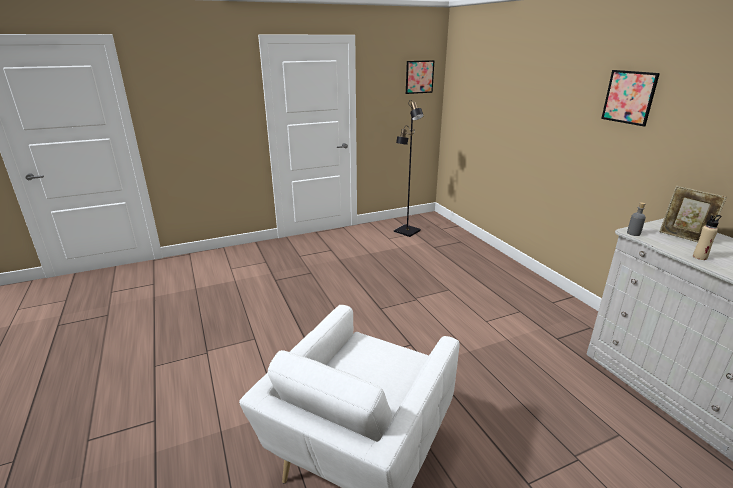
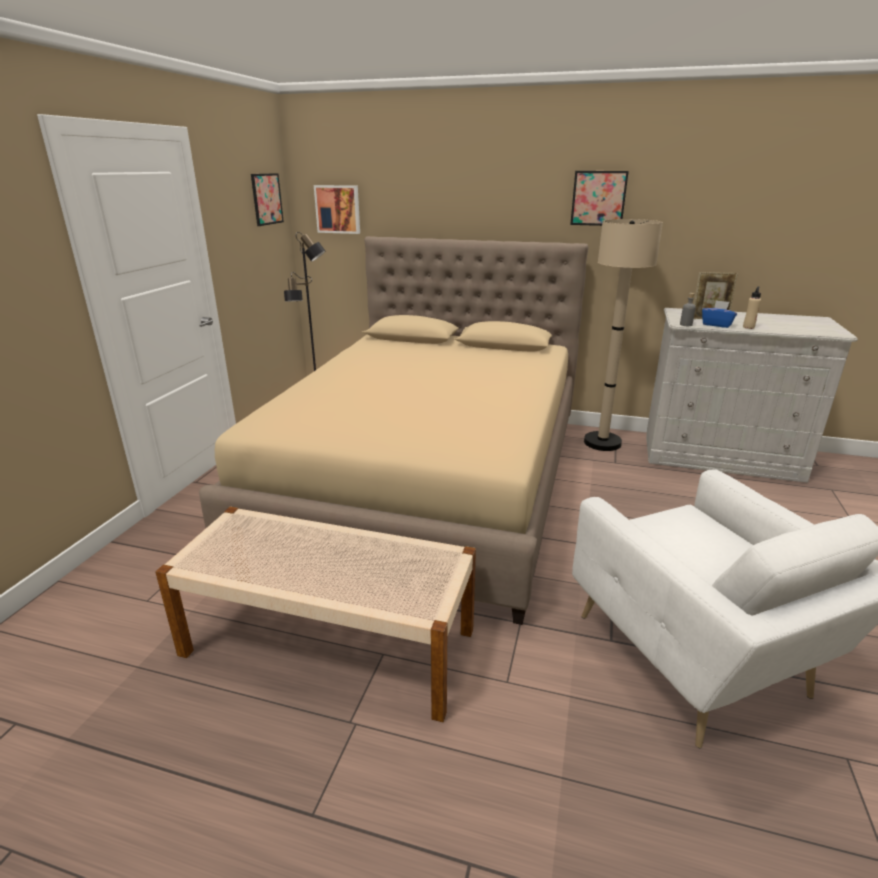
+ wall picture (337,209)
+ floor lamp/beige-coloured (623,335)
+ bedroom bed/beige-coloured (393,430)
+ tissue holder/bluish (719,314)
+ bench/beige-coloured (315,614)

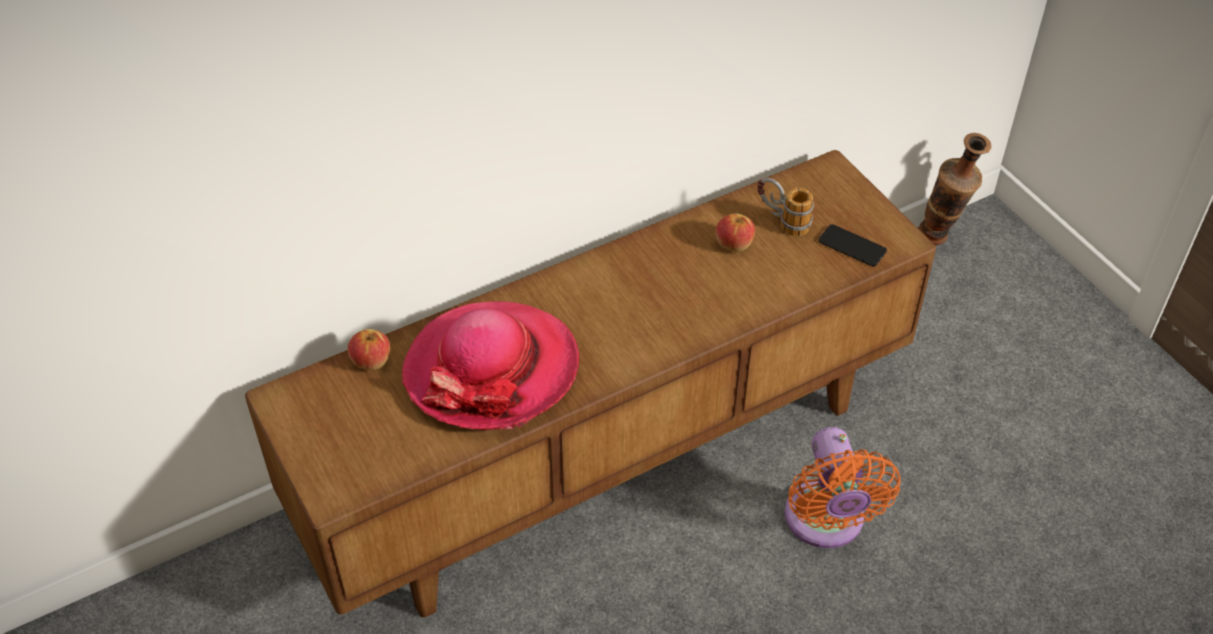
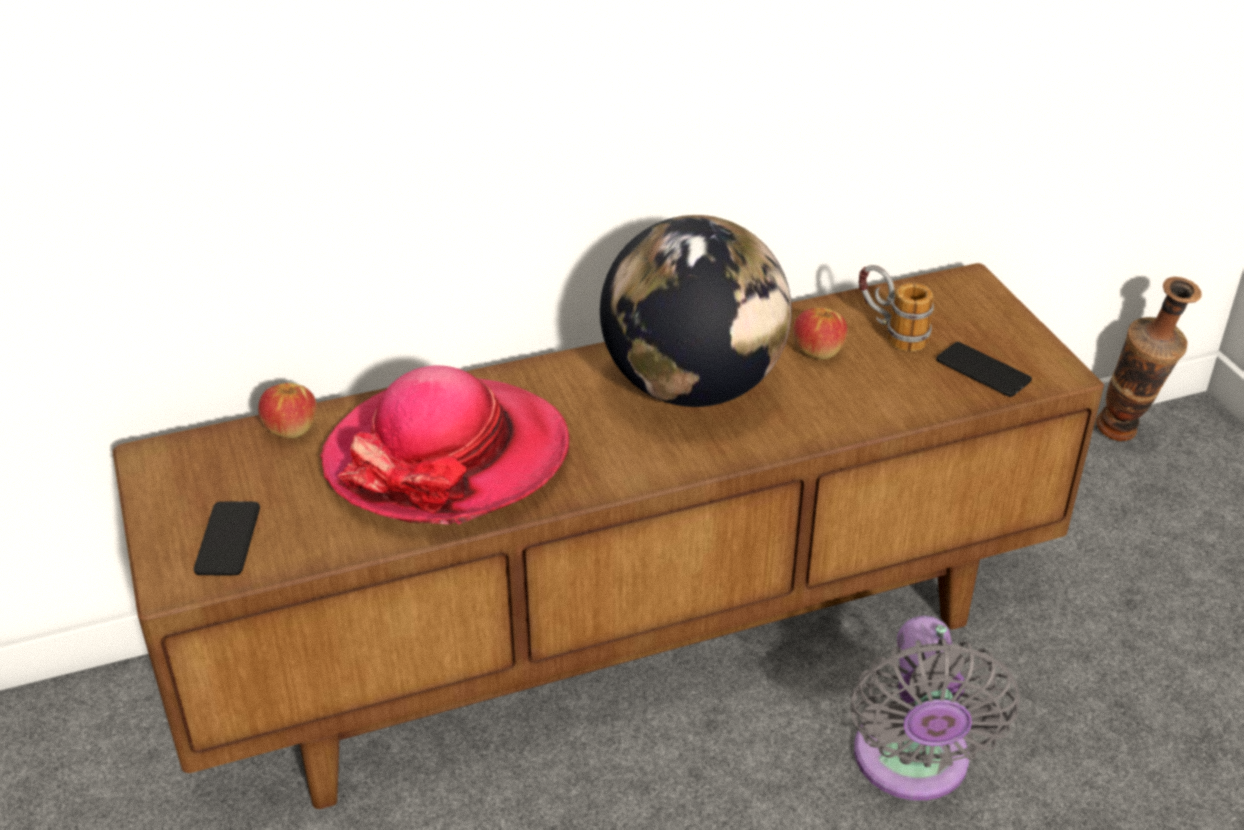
~ electric fan/orangey (843,487) to electric fan/grey (935,708)
+ world globe (696,311)
+ handset (227,538)

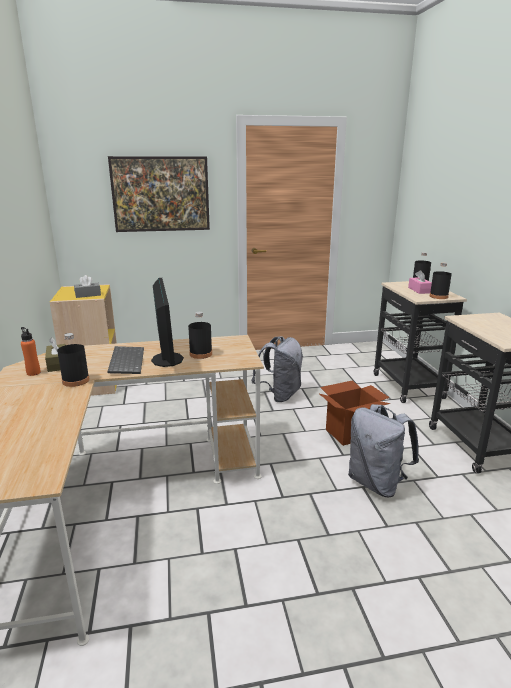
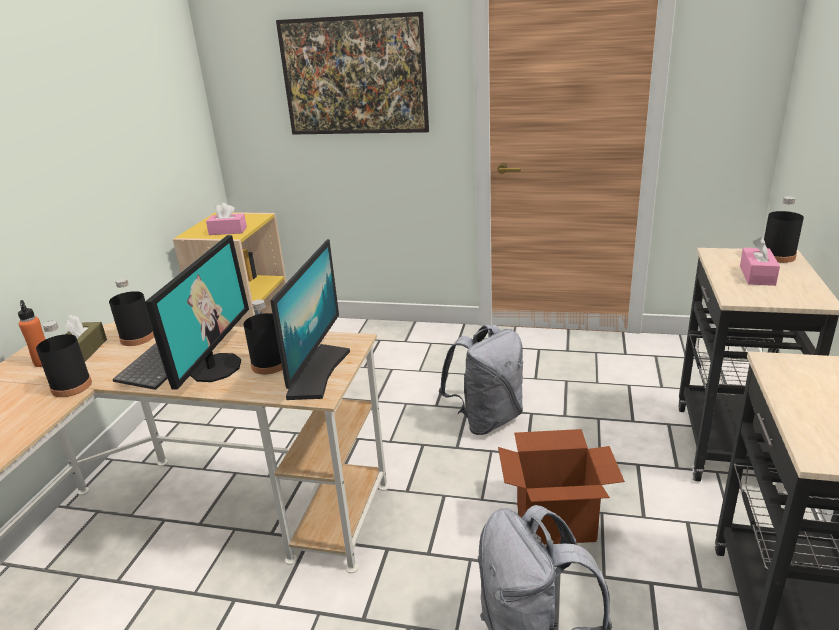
~ beverage bottle/black (441,280) to (131,312)
~ tissue holder/grey (87,286) to tissue holder/pinkish (226,219)
+ monitor (310,319)

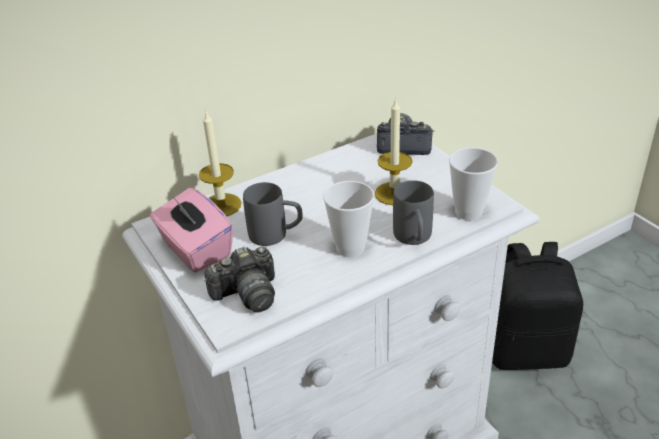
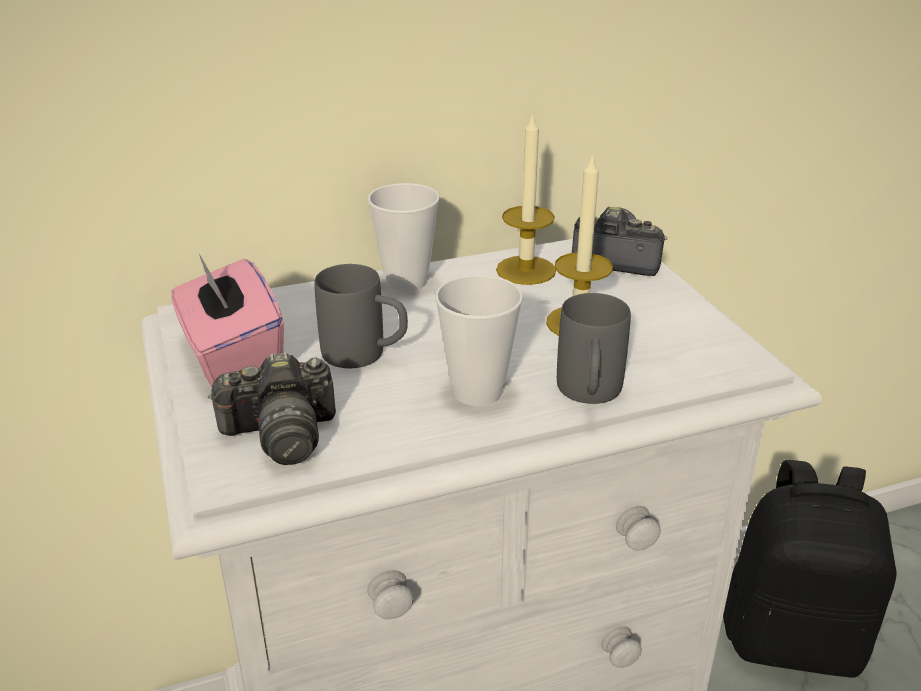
~ wax light (220,164) to (526,198)
~ drinking cup (473,183) to (404,237)

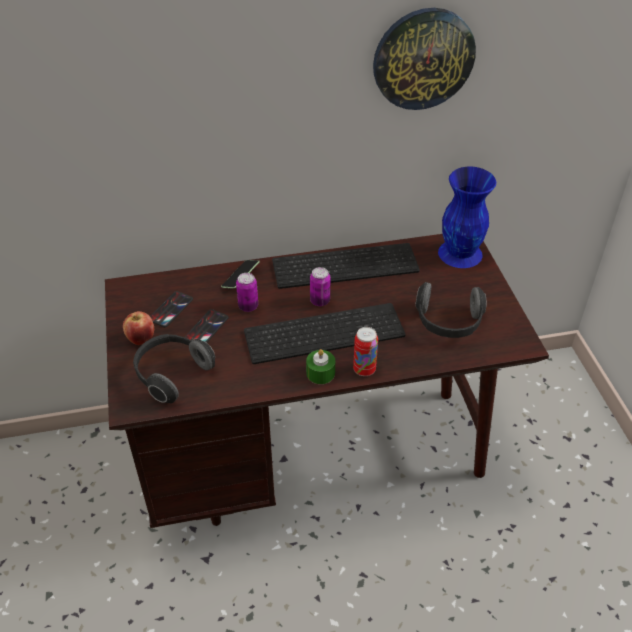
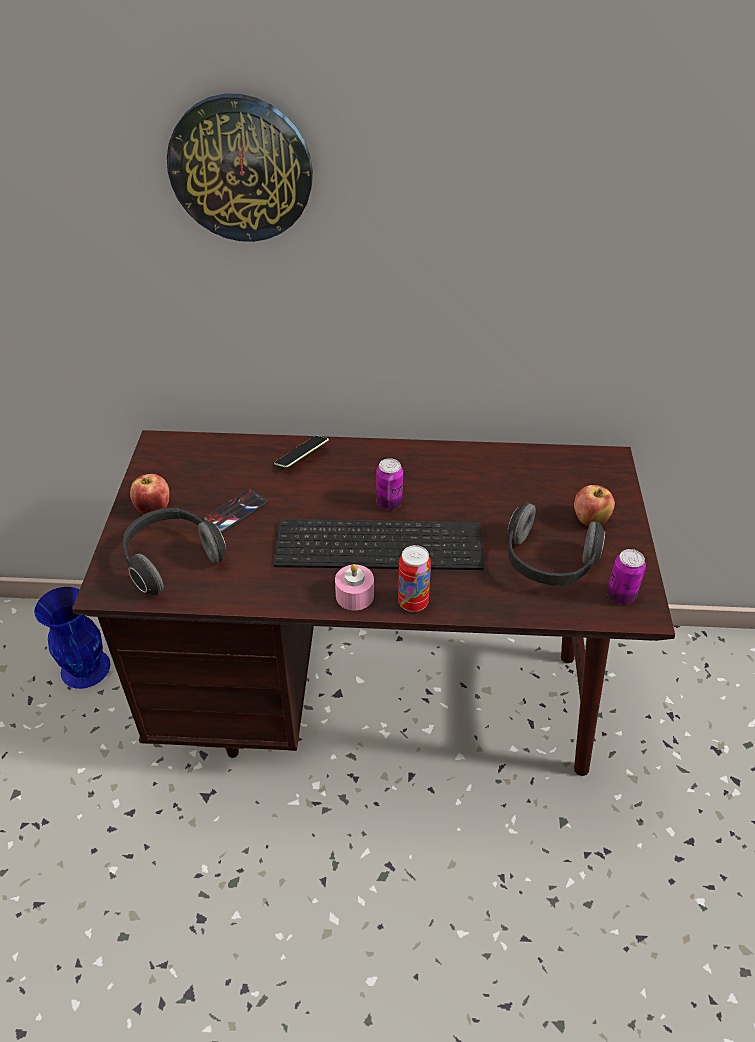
~ clock on the wall (424,59) to (240,168)
~ flower vase/bluish (467,217) to (72,638)
- keyboard (346,266)
~ metal can (247,292) to (626,576)
- handset (171,309)
~ wax light/green (320,366) to wax light/pinkish (354,587)
+ apple fruit (594,505)

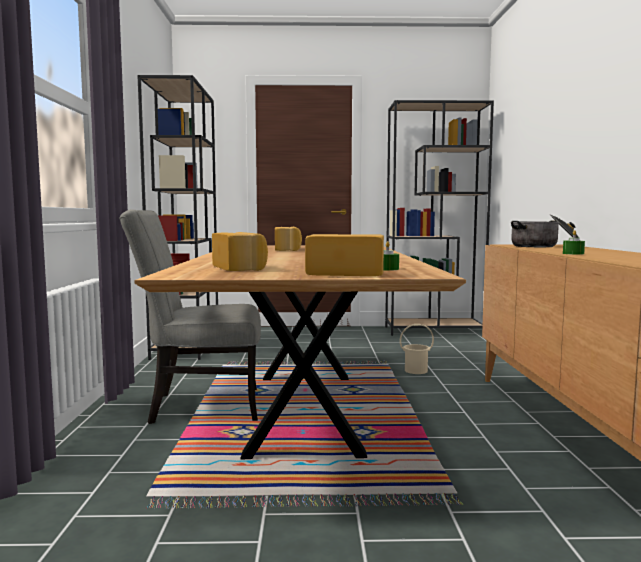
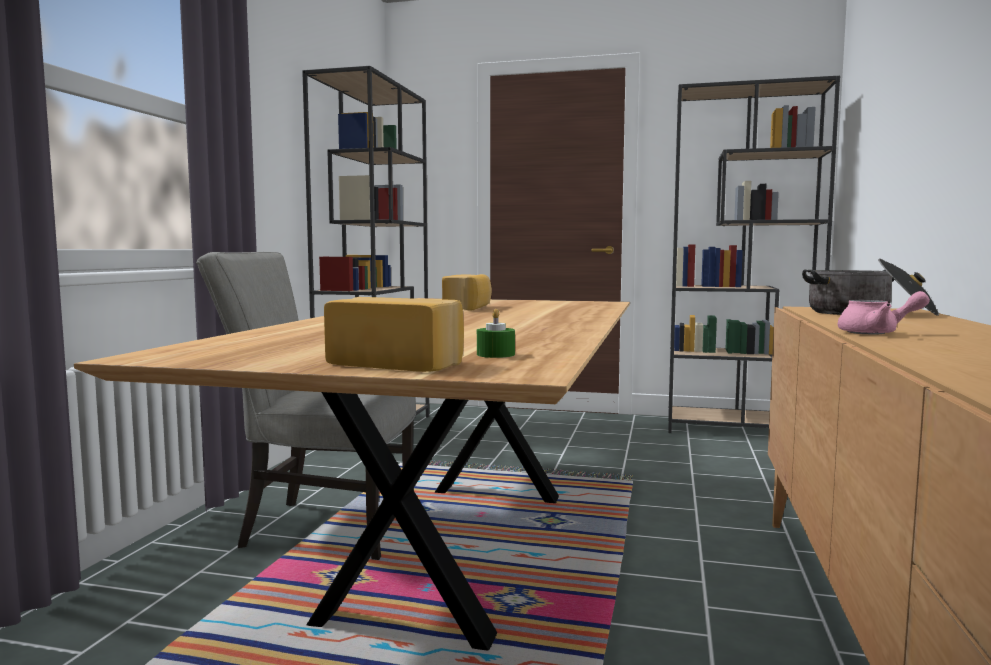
~ wax light/green (574,242) to teapot/pinkish (884,313)
- bread (240,251)
- water bucket/beige-coloured (417,349)

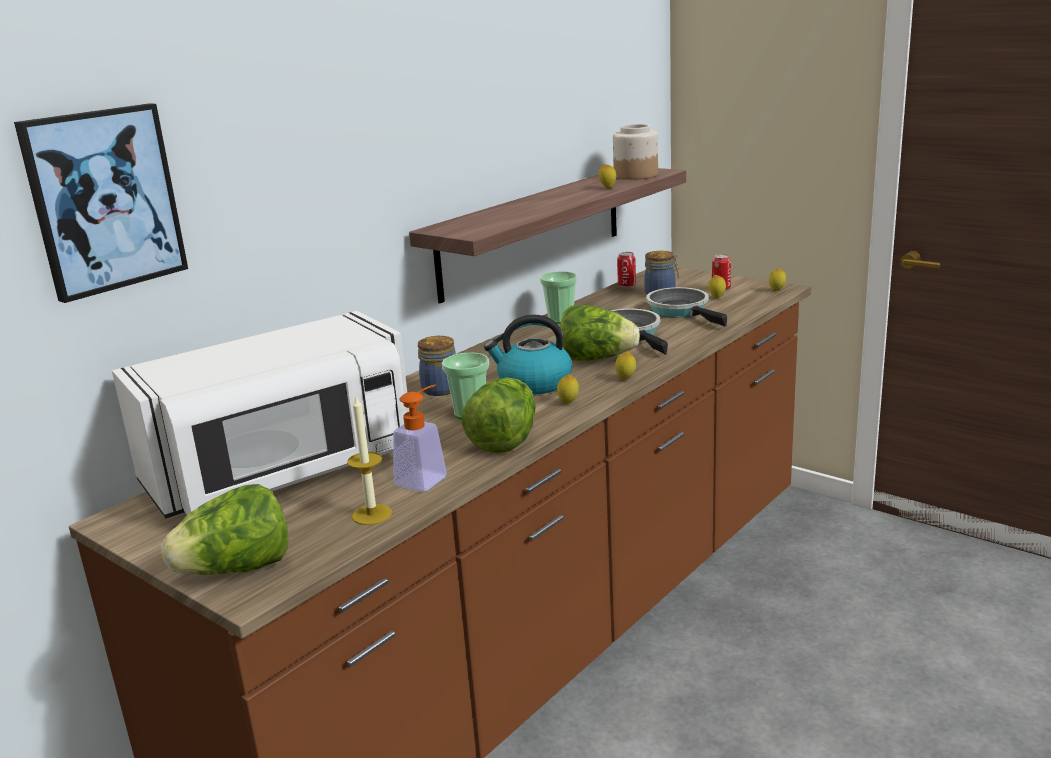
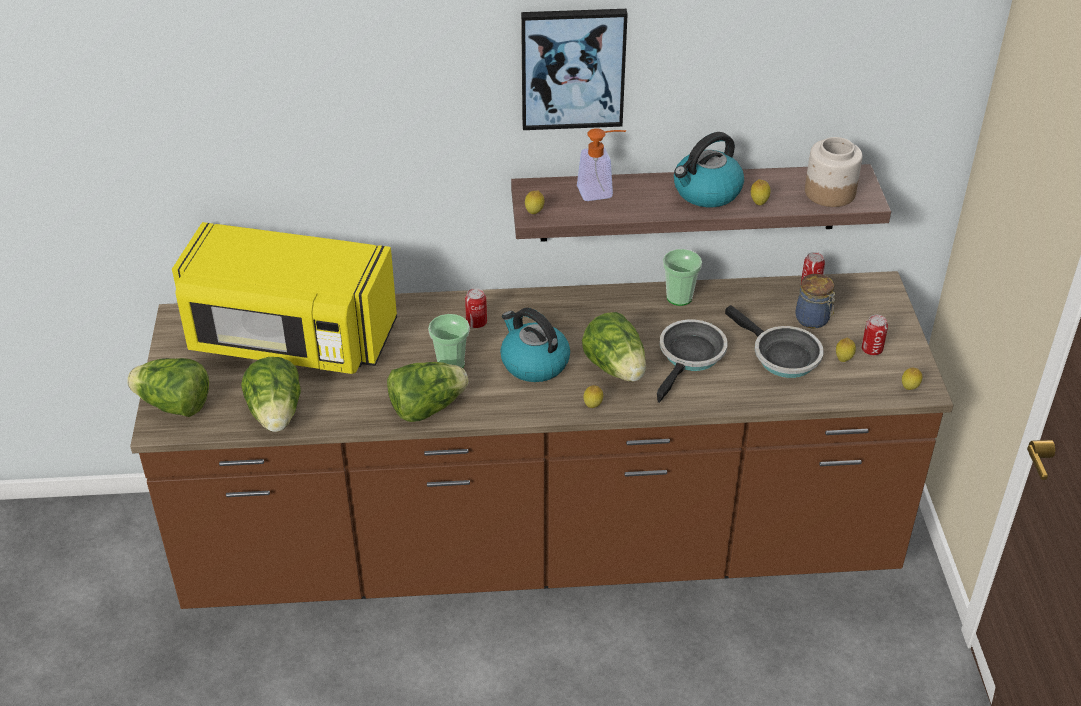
~ wall picture (101,203) to (574,69)
~ pan (686,306) = (774,341) 120 degrees clockwise
~ microwave oven/whitish (260,414) to microwave oven/yellow-coloured (284,298)
~ storage jar (437,366) to metal can (476,308)
~ lemon (568,389) to (534,202)
~ liquid soap bottle (420,438) to (601,164)
~ wax light (369,461) to lettuce head (271,394)
+ water kettle (709,169)

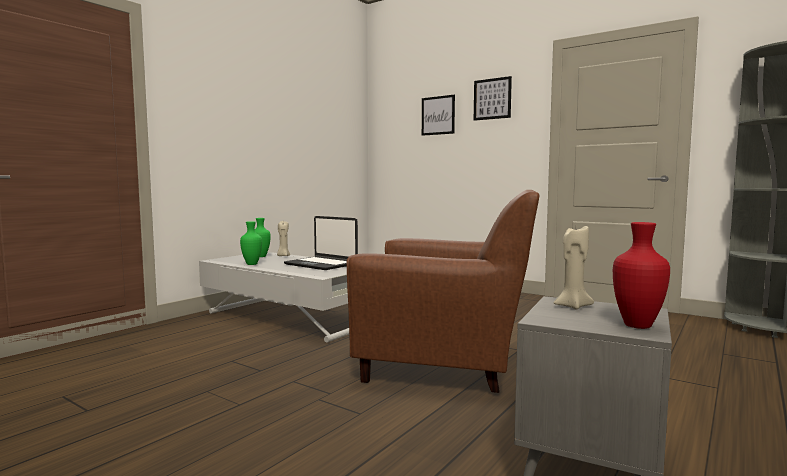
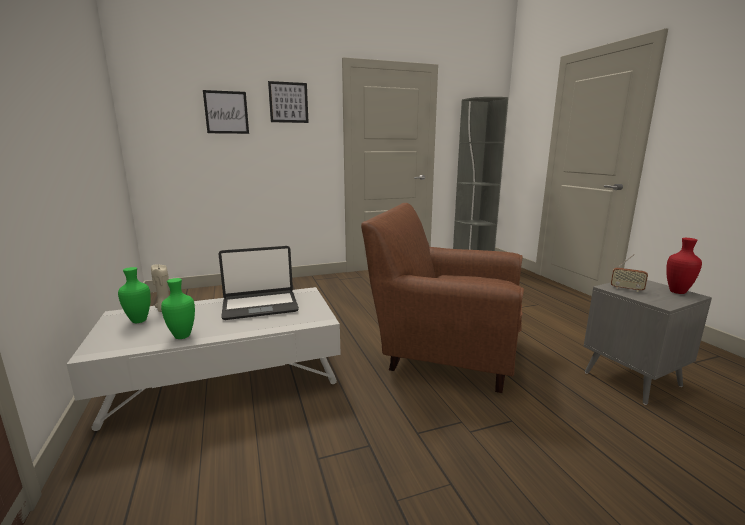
~ armchair/brown (443,291) = (442,298) 120 degrees counterclockwise
~ wax light/beige-coloured (574,267) to radio (629,273)

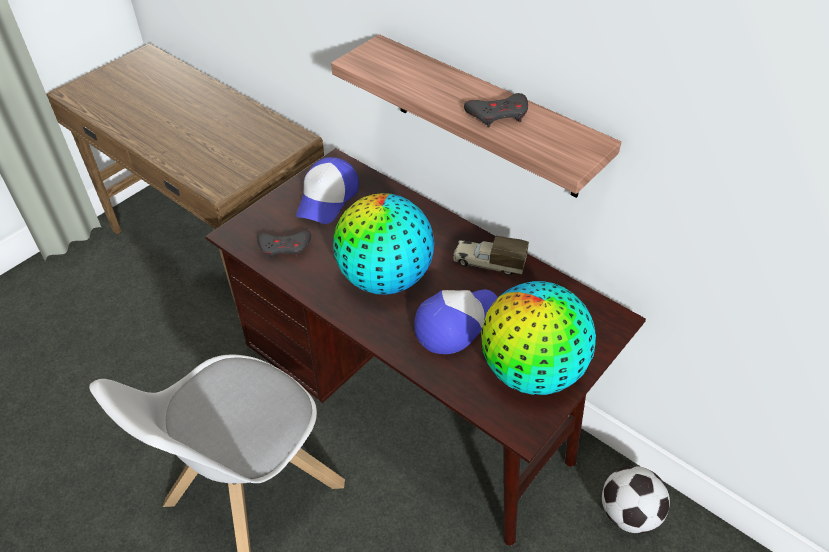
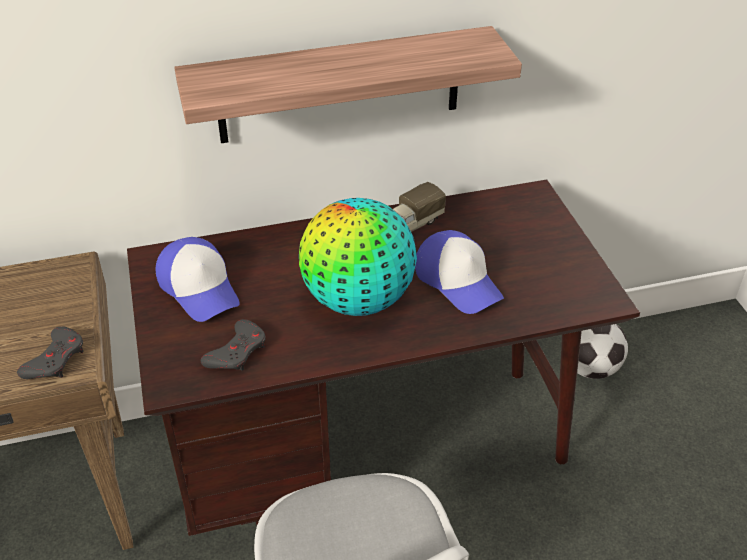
~ game controller/grey (496,110) to (50,352)
- world globe (538,338)
~ baseball cap (456,321) = (459,272) 150 degrees clockwise

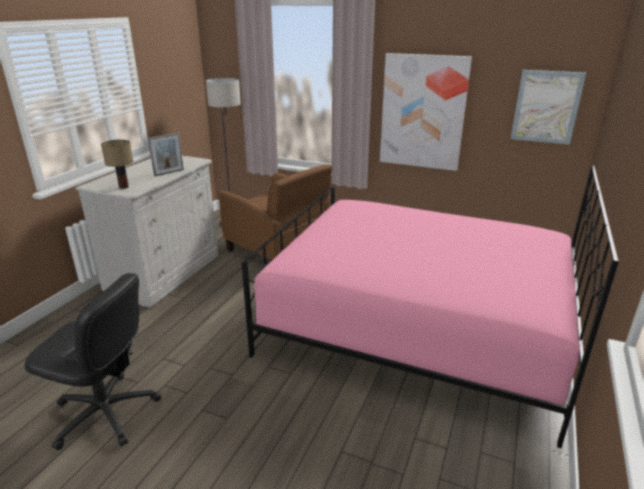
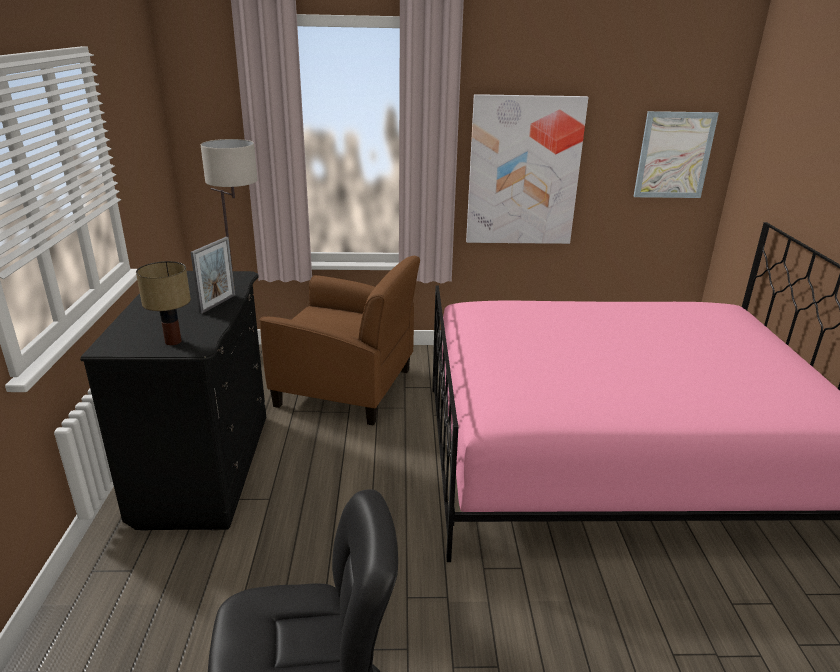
~ chest of drawers/whitish (146,231) to chest of drawers/black (173,401)

